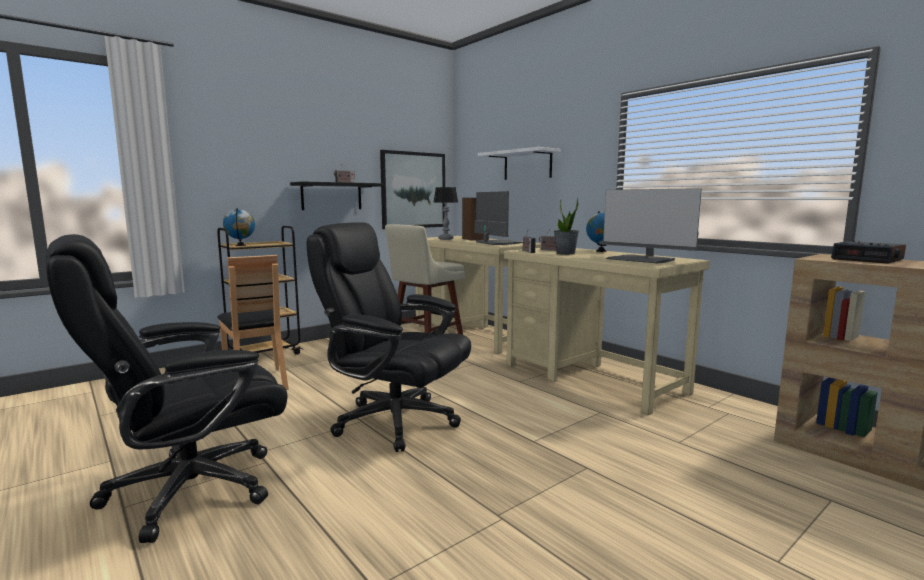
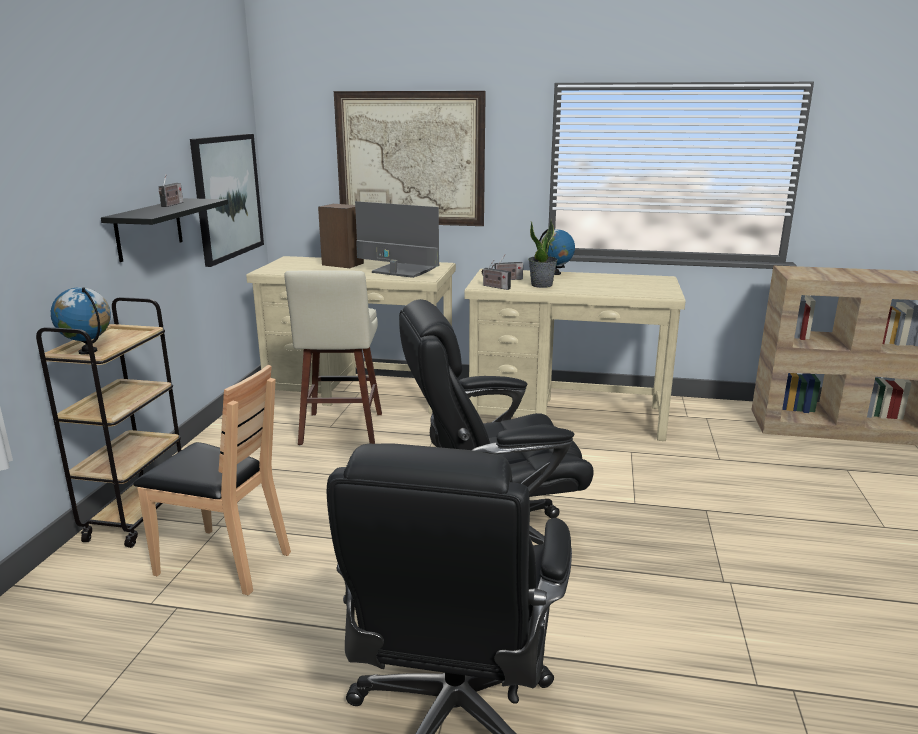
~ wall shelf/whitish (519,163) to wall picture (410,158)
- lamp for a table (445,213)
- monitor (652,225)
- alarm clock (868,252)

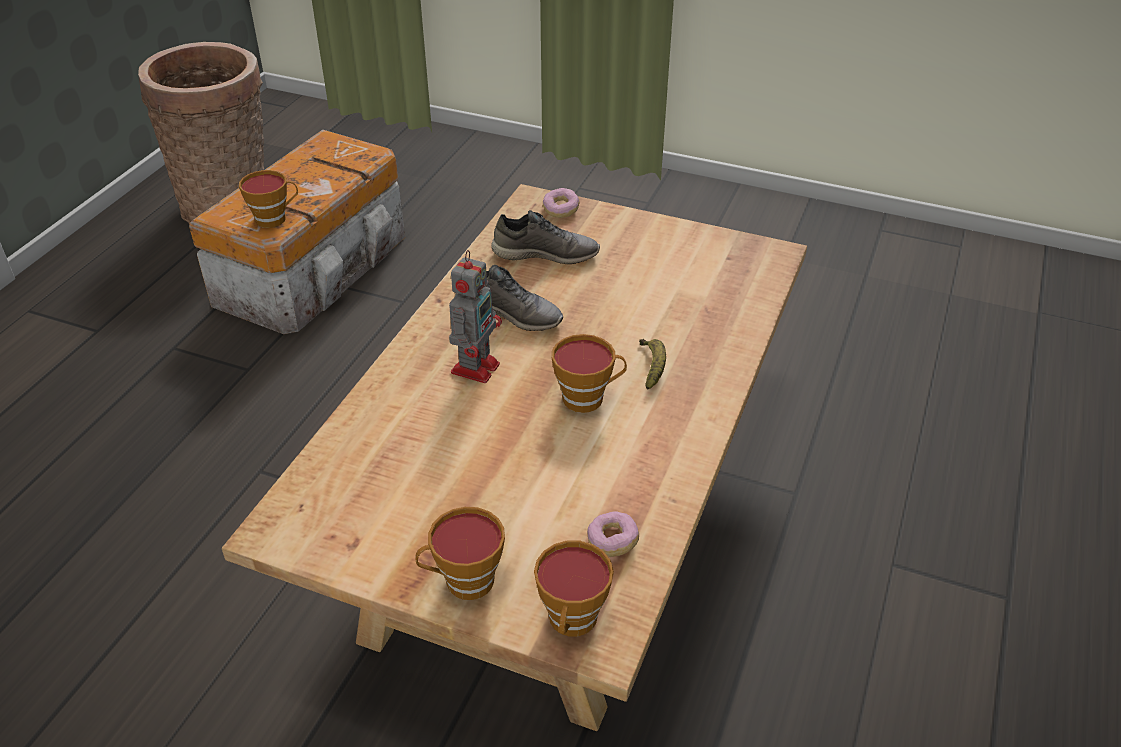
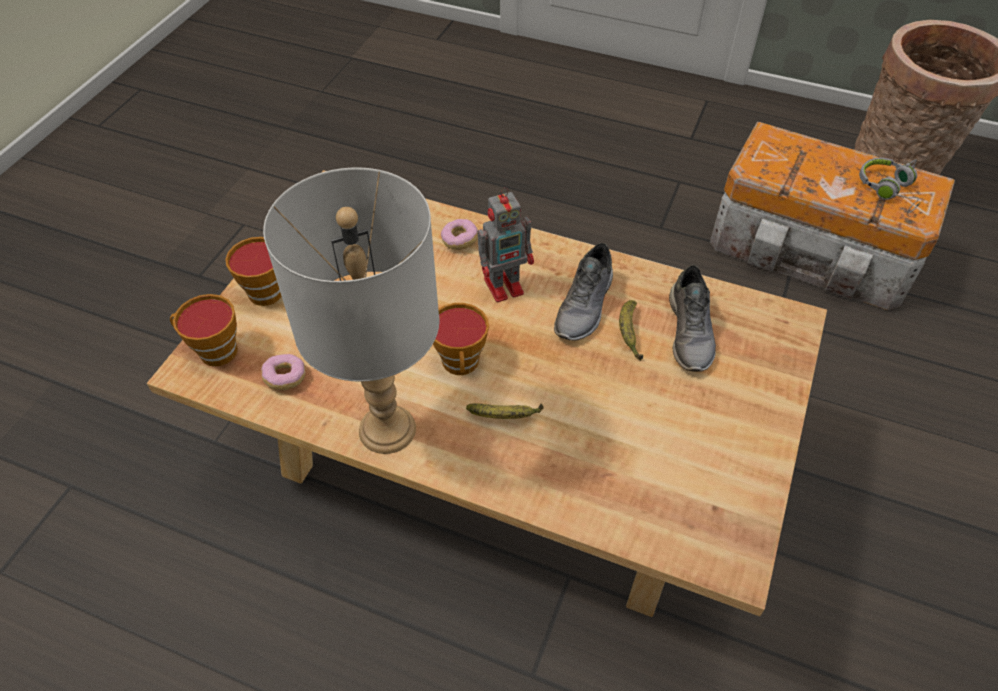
- drinking cup (268,199)
~ donut (561,203) to (459,234)
~ model robot (475,316) = (505,244) 45 degrees counterclockwise
+ pair of headphones/grey (890,186)
+ lamp for a table/grey (351,310)
+ banana (631,330)

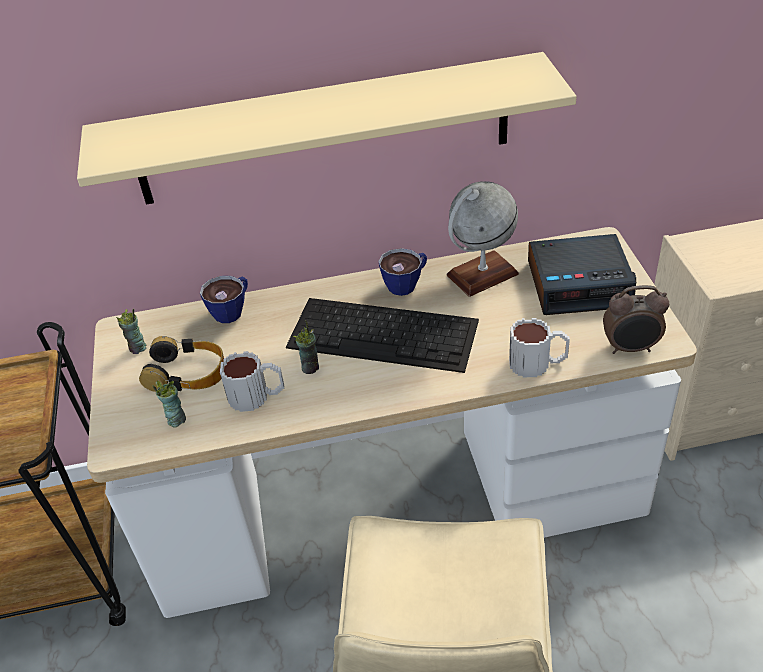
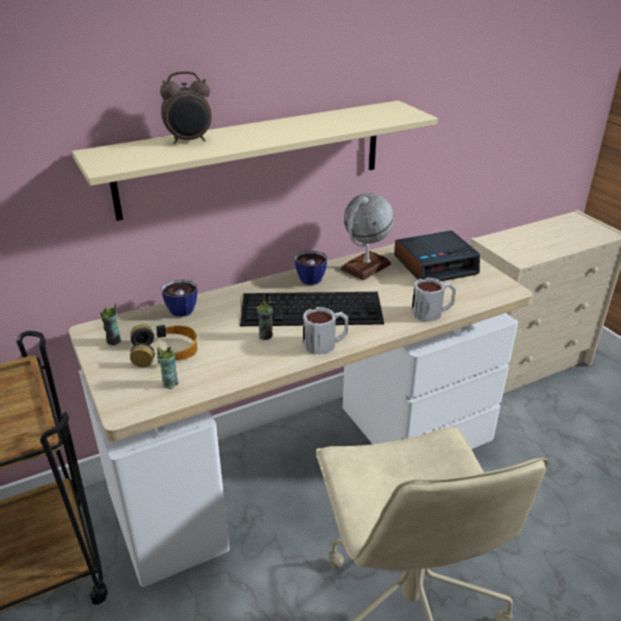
~ alarm clock (636,319) to (186,107)
~ mug (252,381) to (325,331)

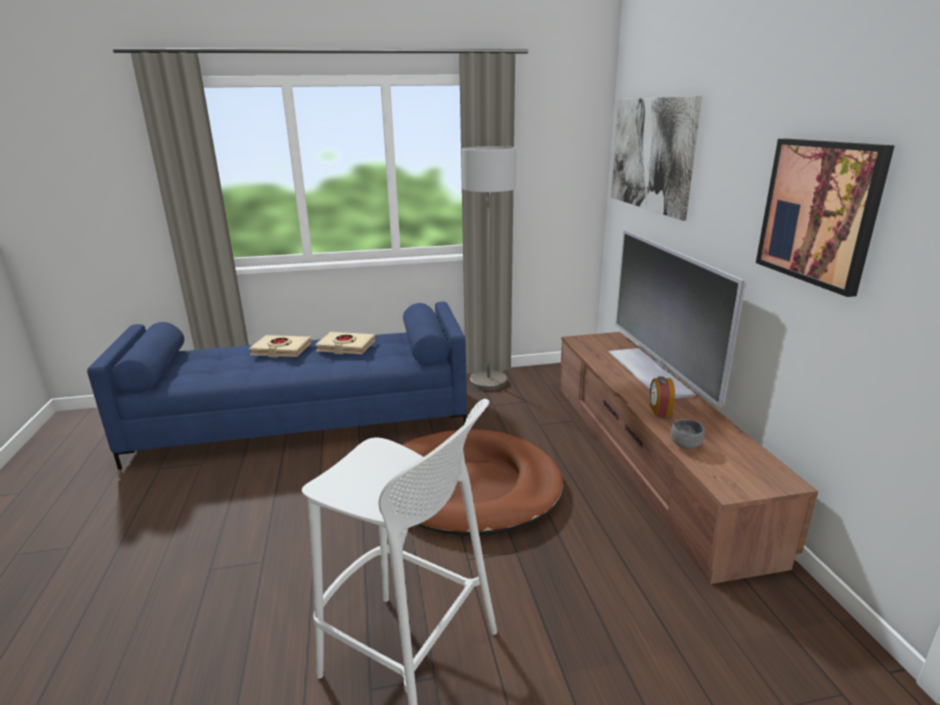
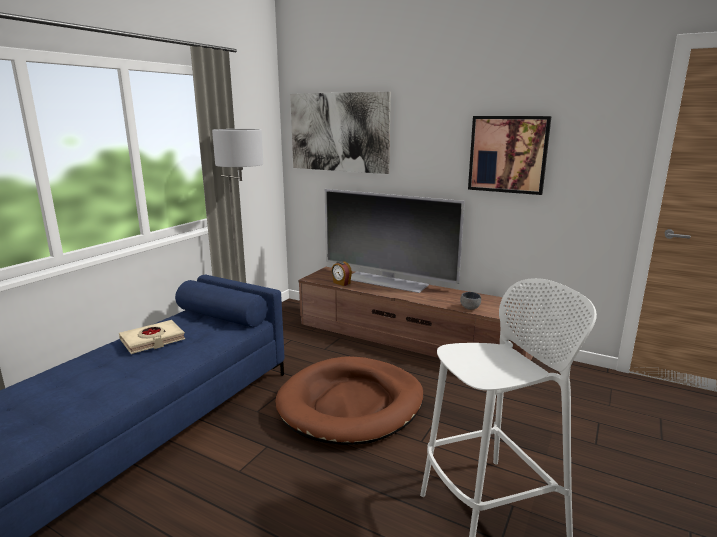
- volume/beige-coloured (280,346)
~ alarm clock (662,397) to (342,273)

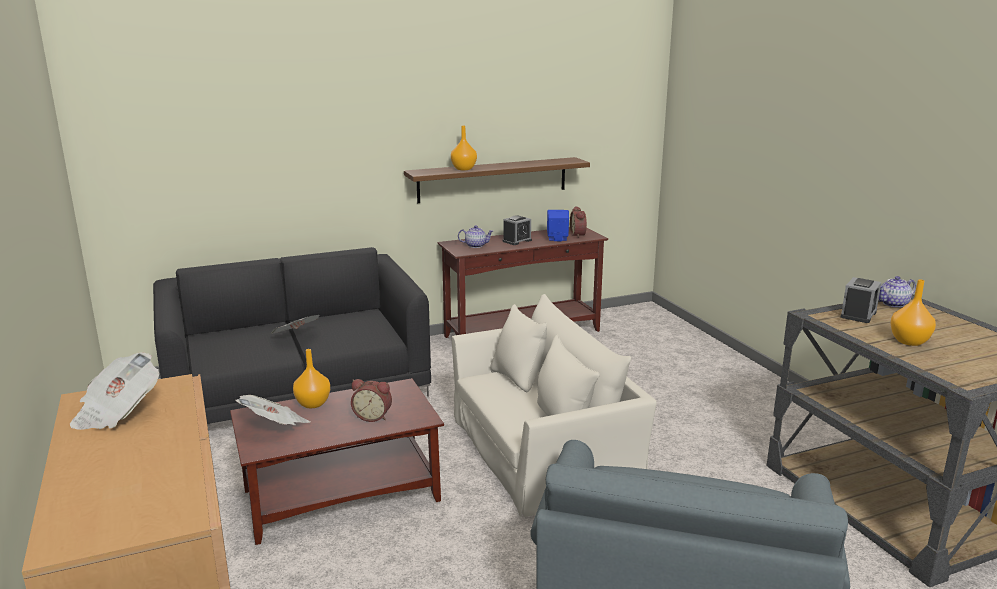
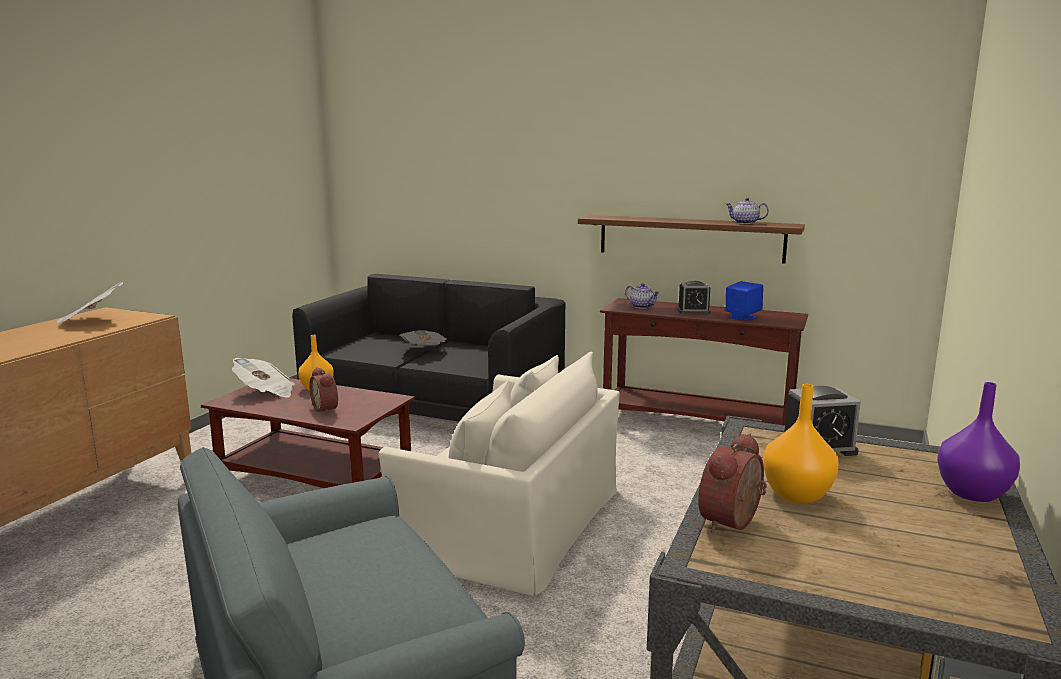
- flower vase/orangey (464,148)
~ alarm clock (578,222) to (732,483)
~ teapot (897,292) to (747,211)
+ flower vase/purplish (978,442)

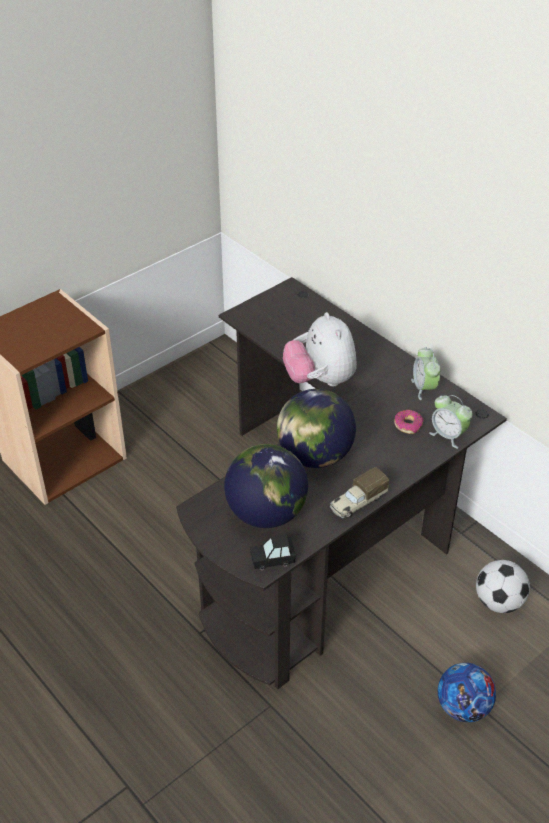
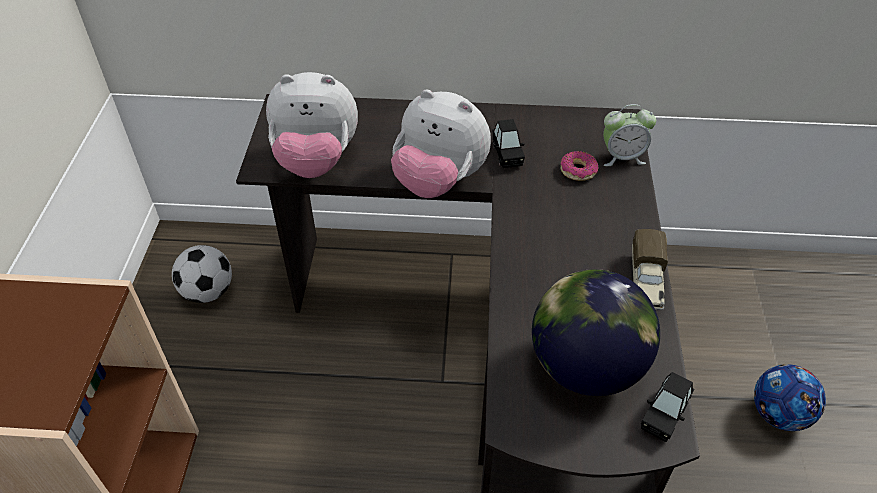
- alarm clock (426,373)
- world globe (316,428)
~ football (503,586) to (202,274)
+ plush toy (312,125)
+ model car/black (509,143)

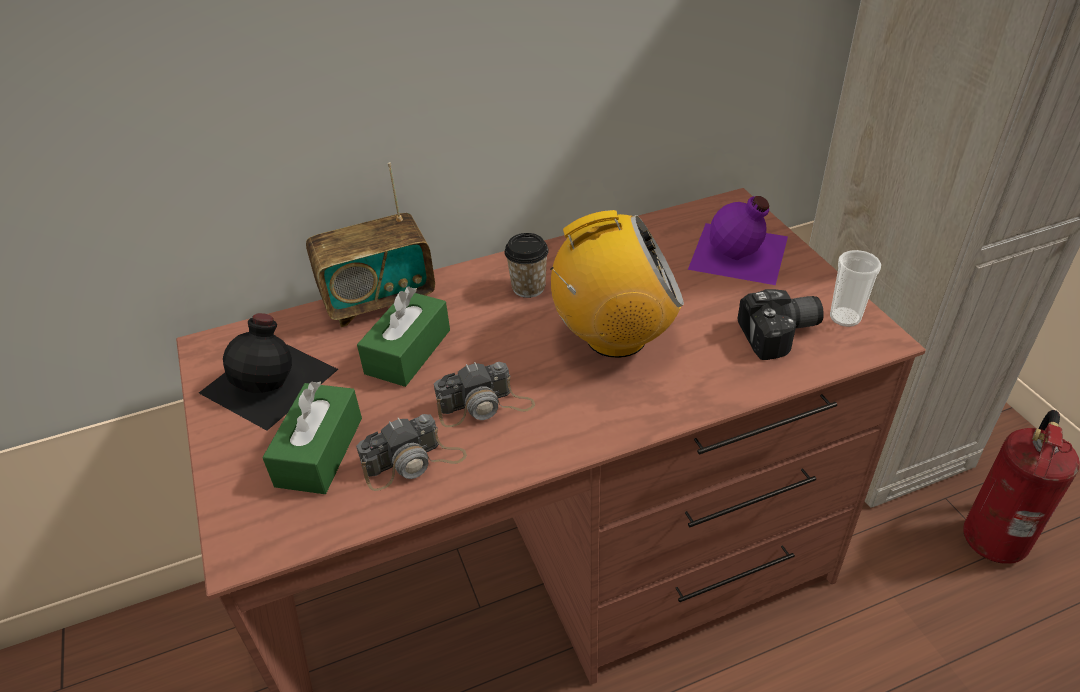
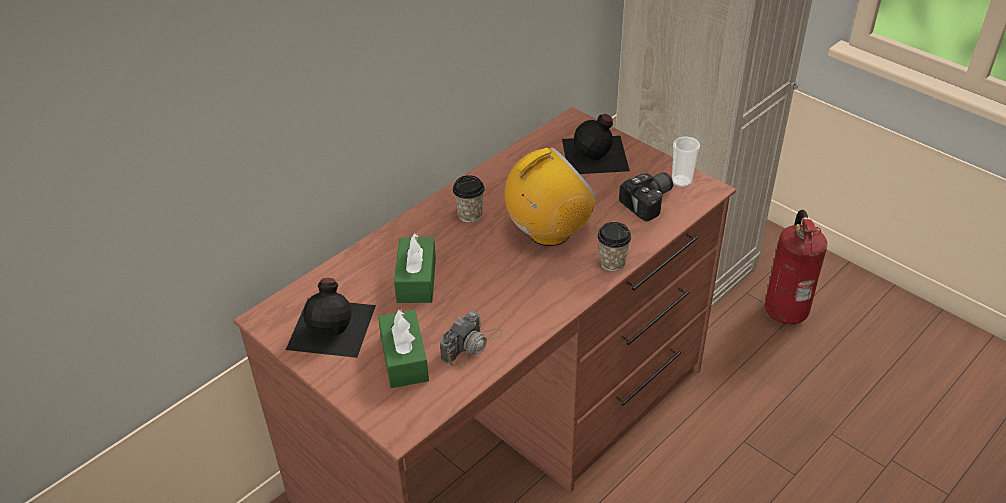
- radio (370,244)
~ beverage bottle/purplish (738,240) to beverage bottle/black (596,144)
- still camera (484,394)
+ drinking cup (614,246)

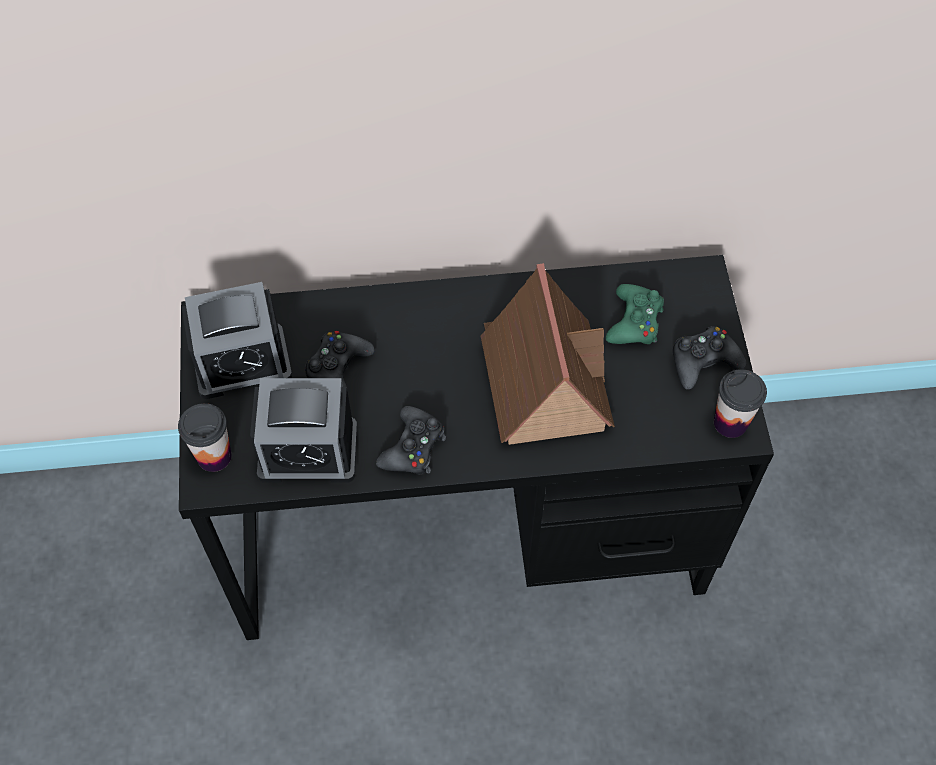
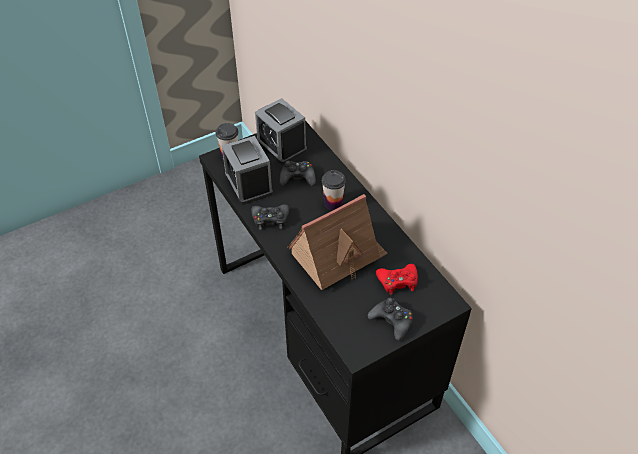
~ game controller/green (635,314) to game controller/red (397,279)
~ drinking cup (740,403) to (334,190)

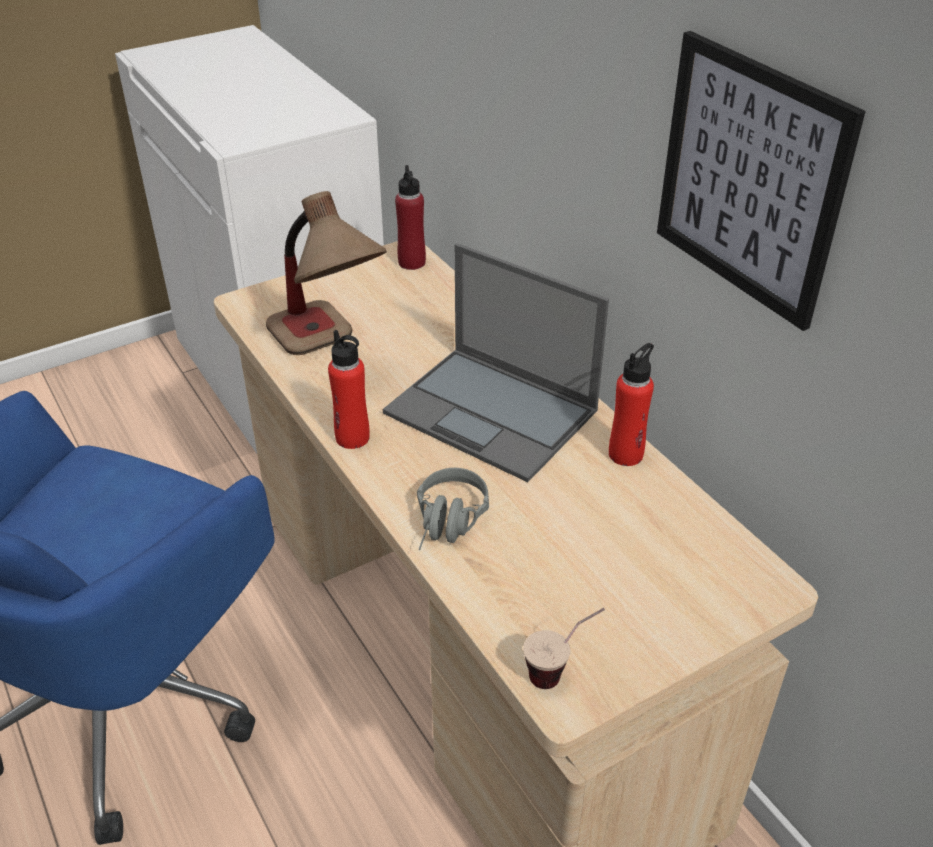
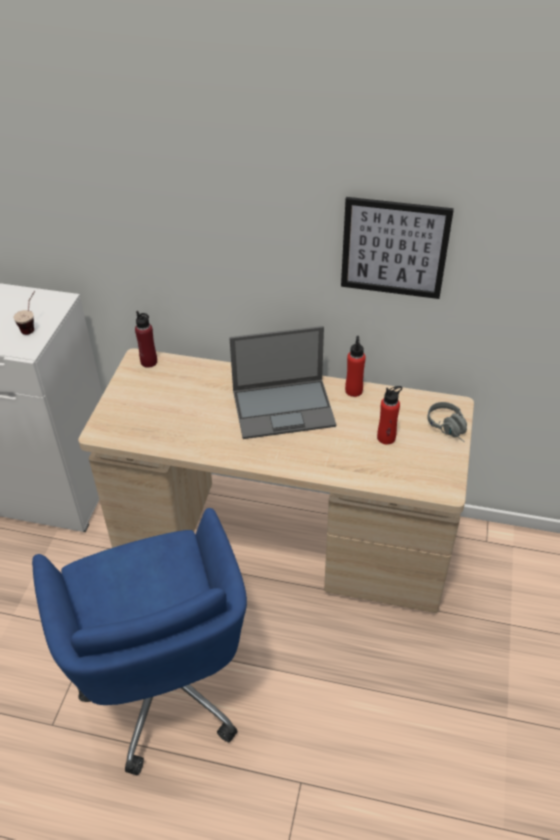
- lamp for a table (326,273)
~ beverage bottle/red (349,389) to (389,415)
~ pair of headphones/grey (453,509) to (447,422)
~ drinking cup (564,648) to (24,313)

